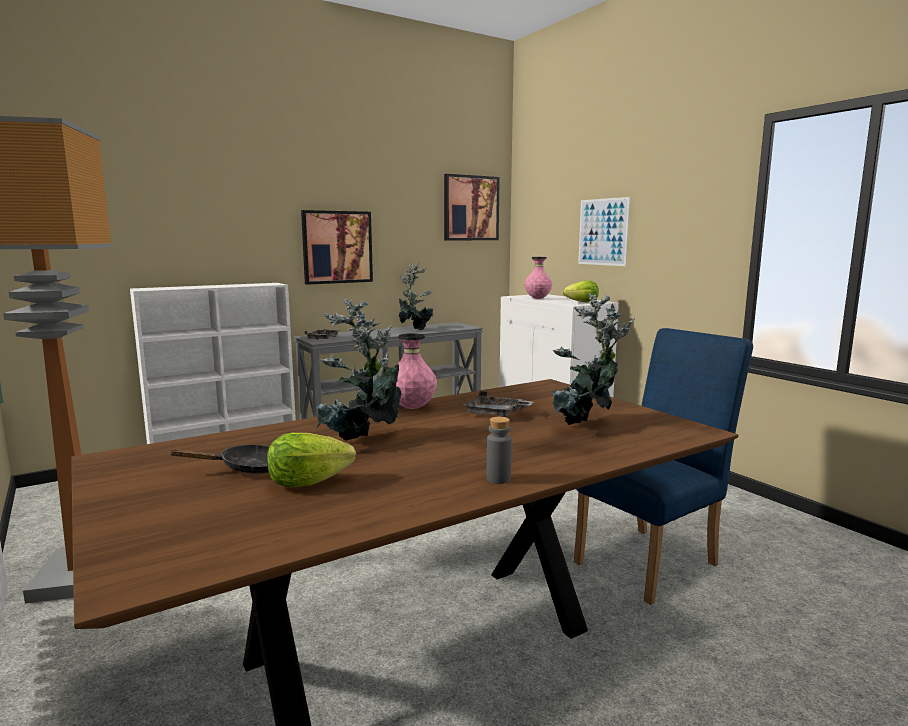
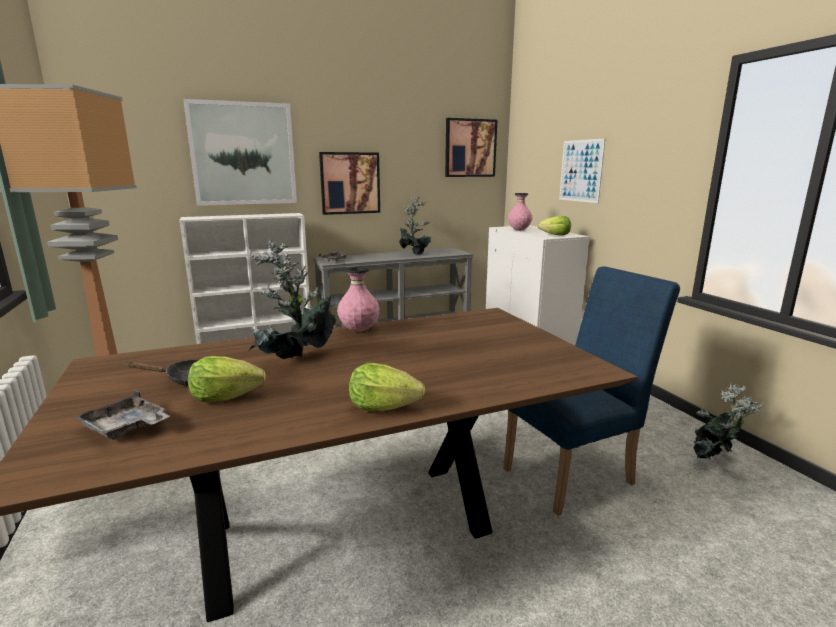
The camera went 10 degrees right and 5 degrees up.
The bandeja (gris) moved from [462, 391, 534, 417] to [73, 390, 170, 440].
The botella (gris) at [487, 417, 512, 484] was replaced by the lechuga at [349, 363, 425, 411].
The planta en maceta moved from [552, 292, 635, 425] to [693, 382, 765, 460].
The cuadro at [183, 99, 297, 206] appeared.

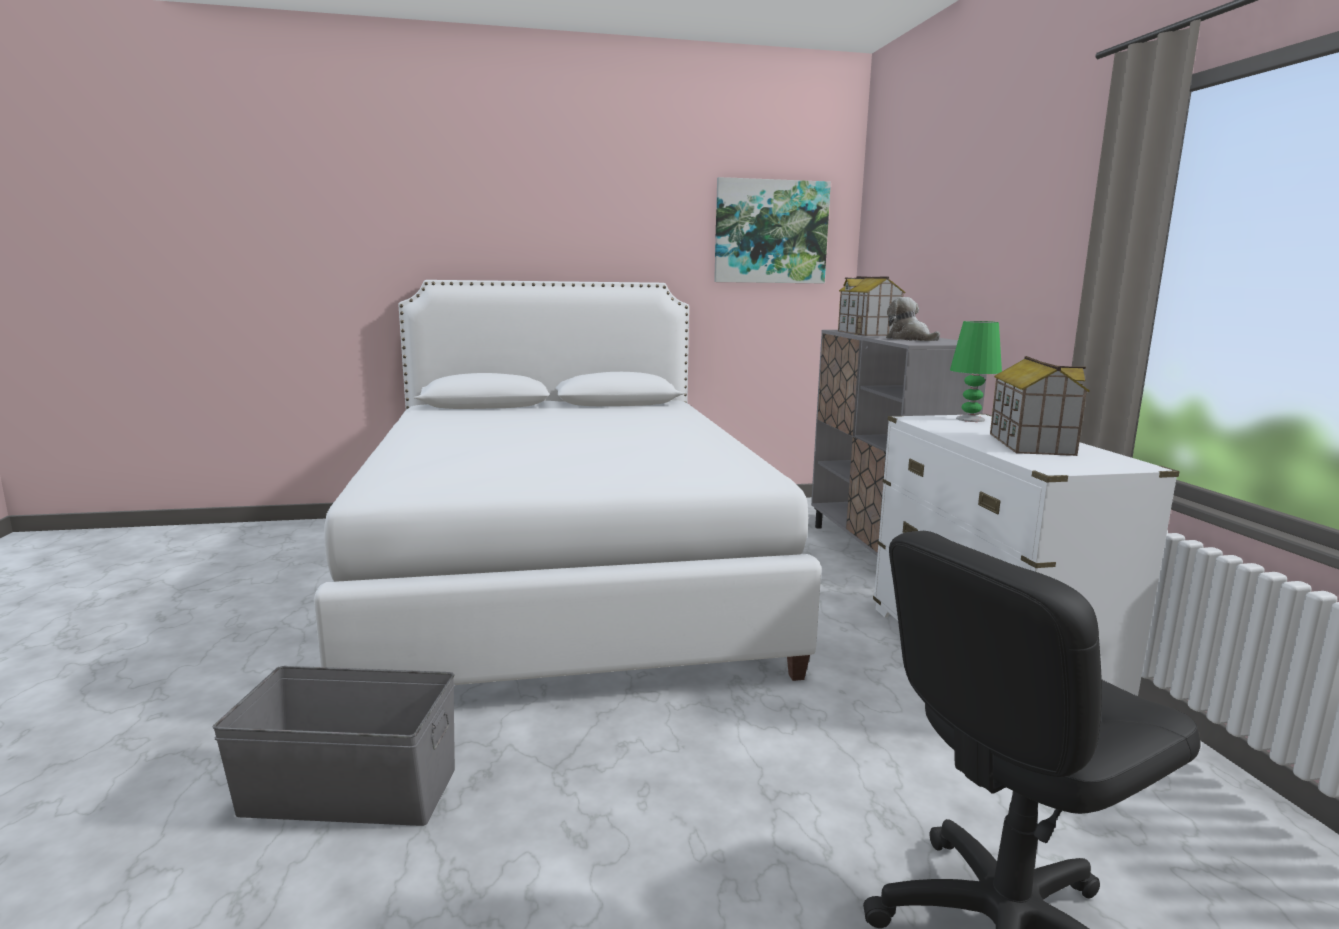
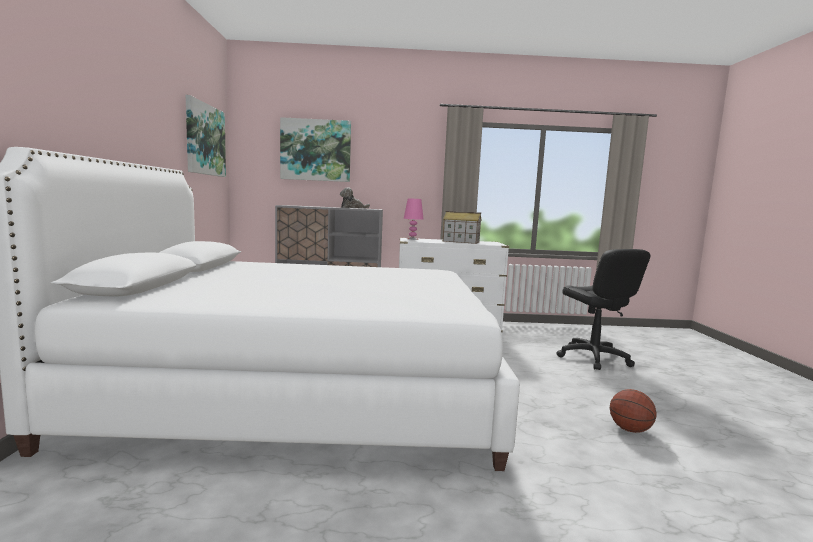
The camera went 80 degrees left and 5 degrees down.
The caja de almacenaje (gris) at [212, 666, 455, 826] disappeared.
The casita at [838, 276, 905, 336] disappeared.
The lámpara de mesa (verde) at [950, 321, 1002, 422] became the lámpara de mesa (rosa) at [404, 198, 424, 240].
The cuadro at [280, 117, 351, 182] appeared.
The balón de baloncesto at [610, 389, 657, 433] appeared.

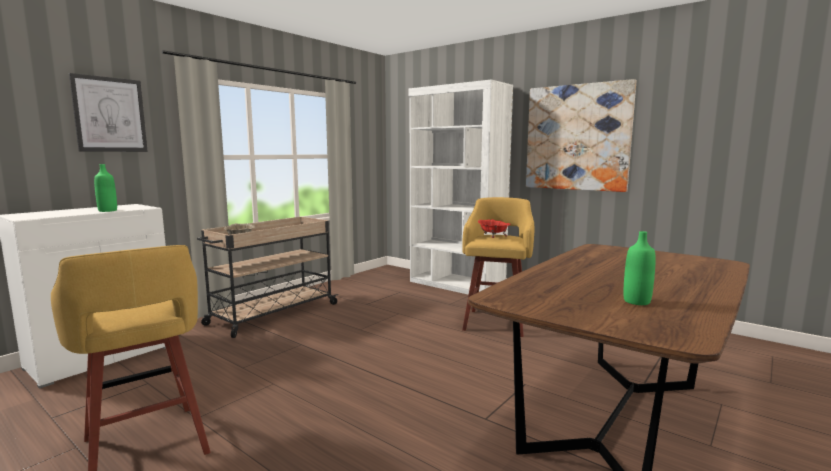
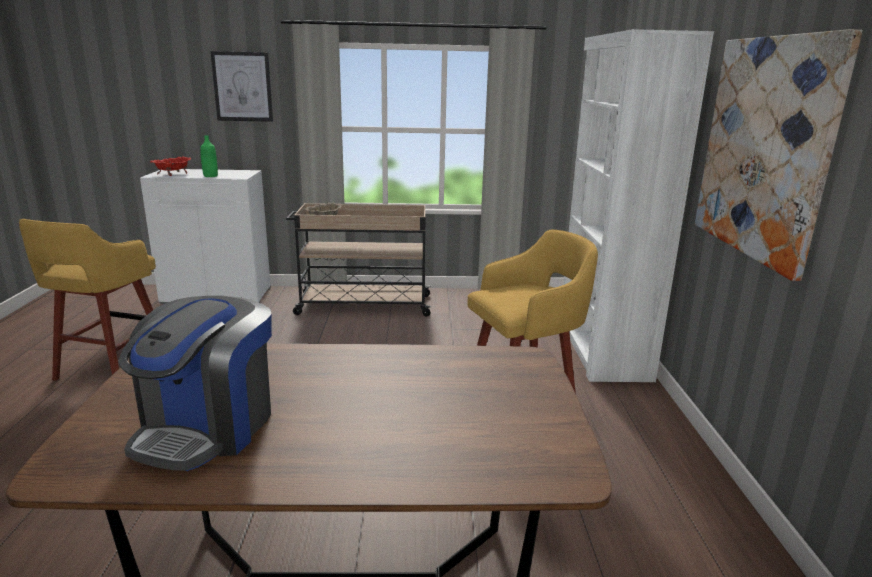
The camera went 50 degrees right and 10 degrees up.
The cuenco (rojo) moved from [478, 219, 511, 238] to [151, 156, 191, 176].
The botella (verde) at [623, 231, 656, 305] was replaced by the cafetera at [118, 296, 272, 471].

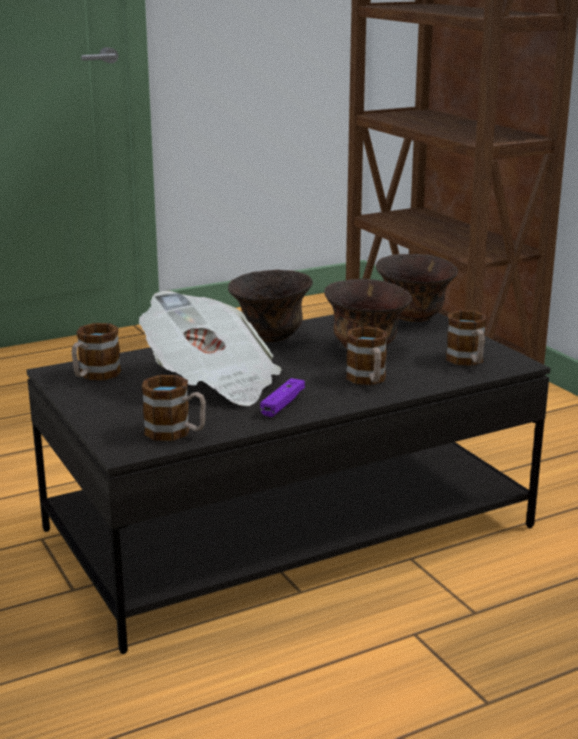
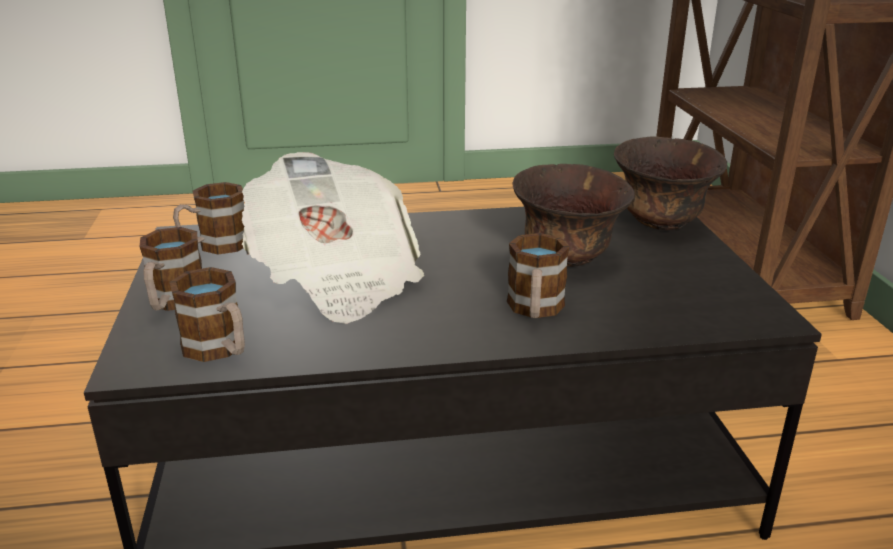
The camera went 20 degrees right and 5 degrees up.
The cuenco (marrón) at [228, 269, 313, 342] disappeared.
The mando de consola (morado) at [260, 378, 305, 417] disappeared.
The taza grande moved from [446, 310, 487, 366] to [139, 227, 202, 311].

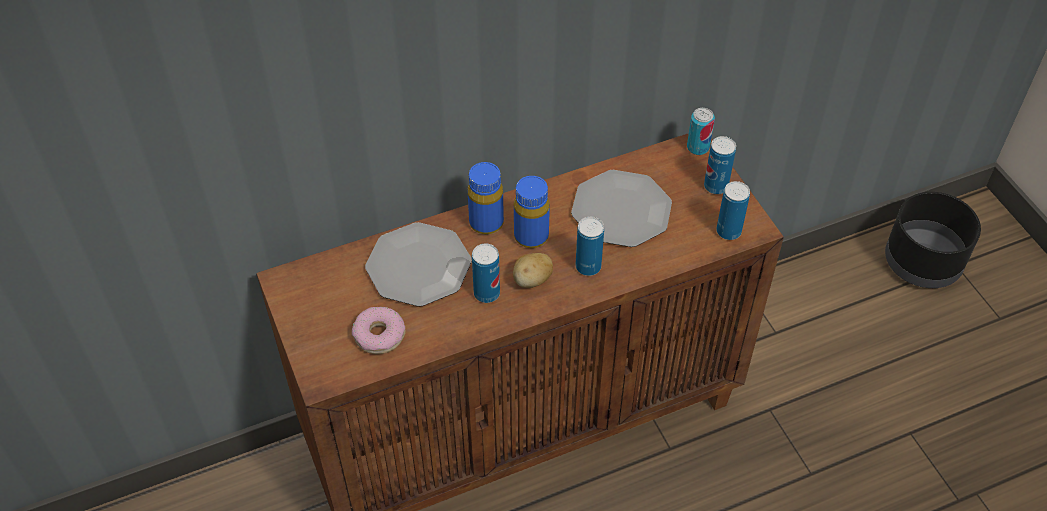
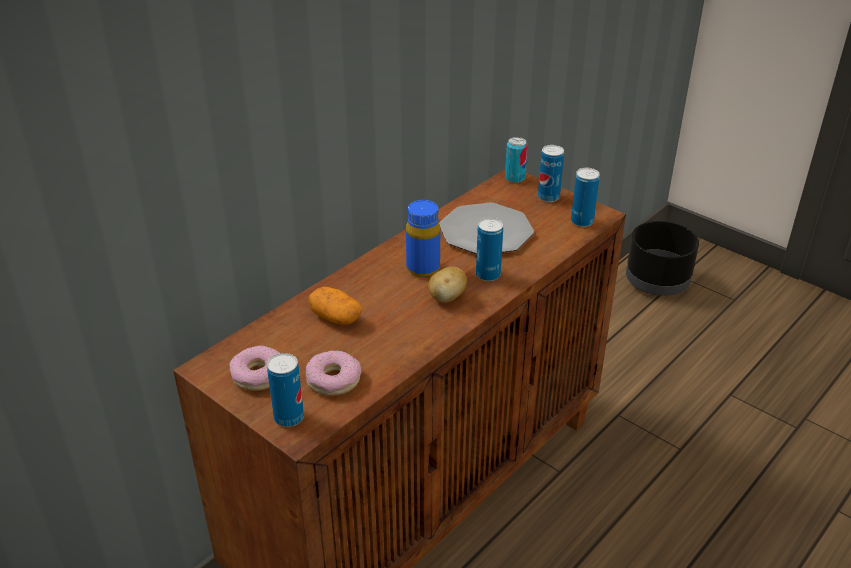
The camera went 25 degrees left and 15 degrees down.
The plato at [365, 222, 472, 307] was replaced by the patata at [308, 287, 362, 325].
The botella (azul) at [468, 162, 504, 234] disappeared.
The lata moved from [472, 243, 500, 303] to [267, 353, 304, 427].
The rosquilla at [230, 346, 279, 391] appeared.

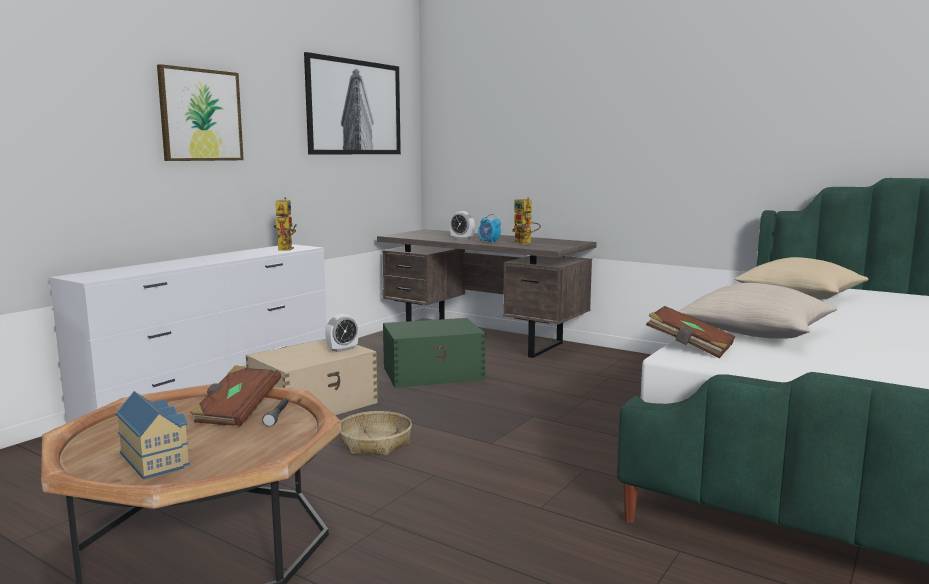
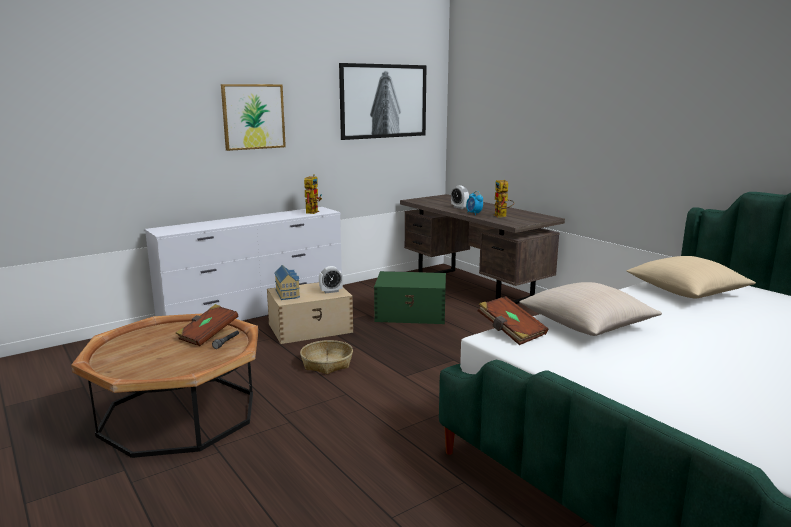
The camera went 20 degrees right and 5 degrees up.
The casita moved from [115, 391, 190, 480] to [274, 265, 300, 300].

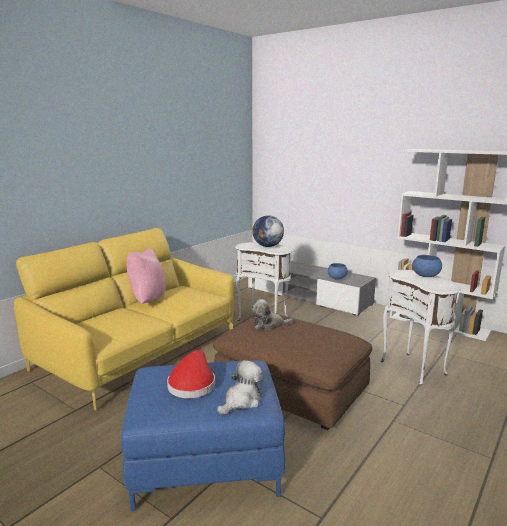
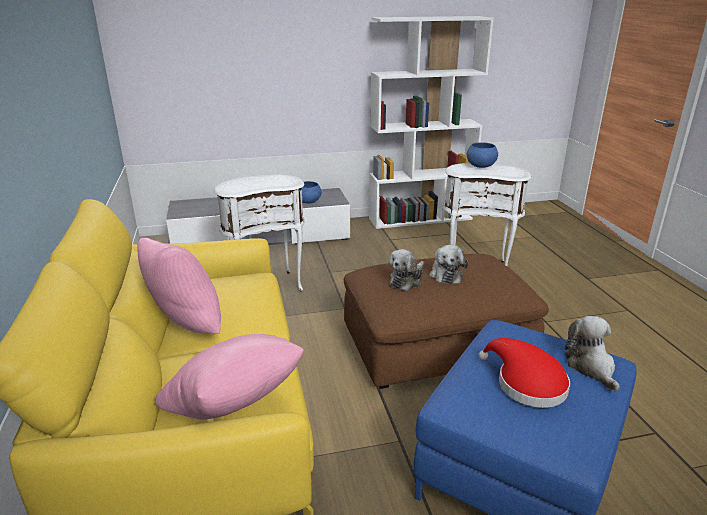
The camera went 50 degrees left and 10 degrees up.
The globo terráqueo at [252, 215, 284, 247] disappeared.
The cojín (rosa) at [155, 334, 304, 419] appeared.
The peluche at [429, 245, 468, 284] appeared.

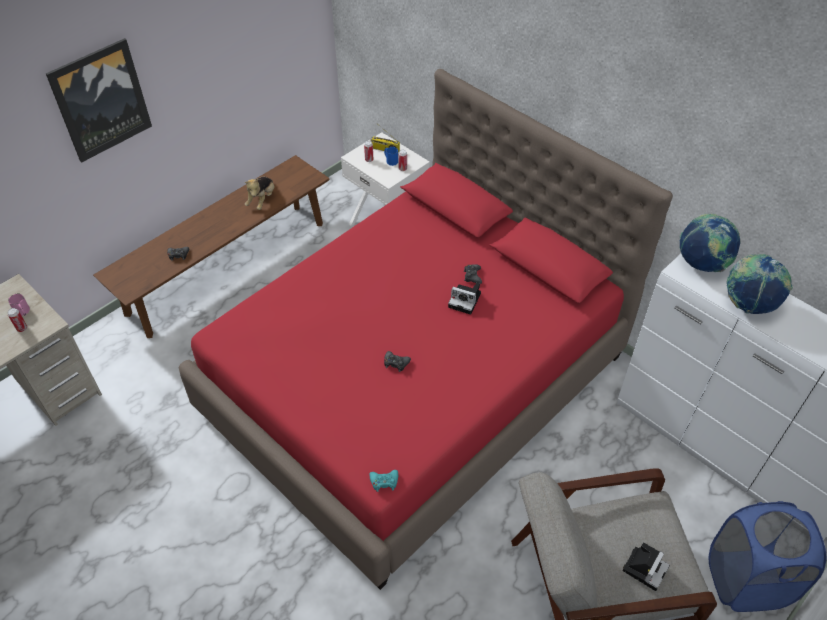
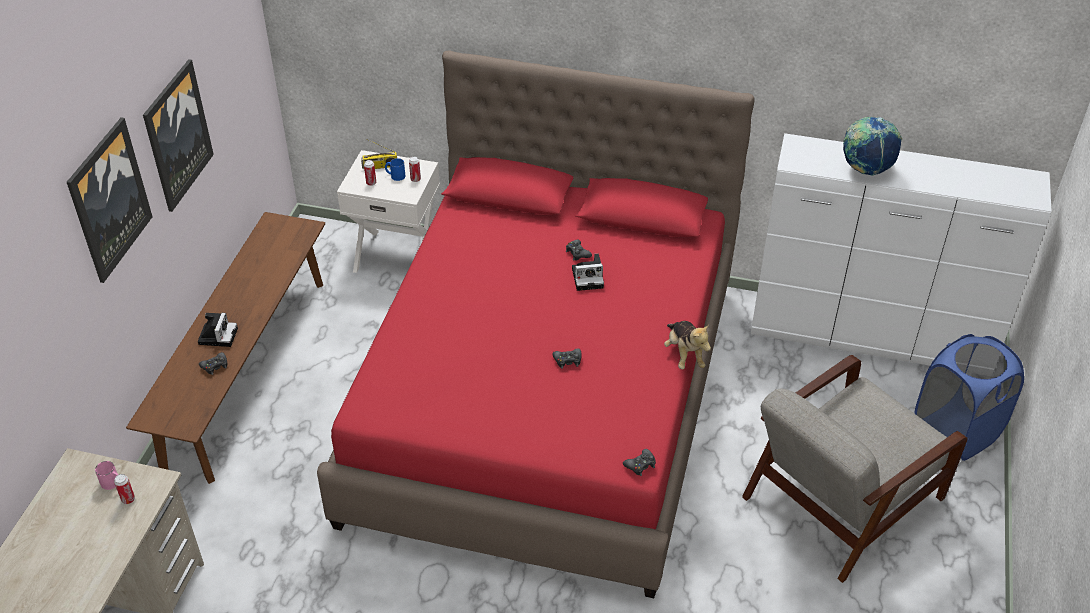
The camera went 30 degrees left and 5 degrees down.
The peluche moved from [245, 177, 275, 210] to [664, 321, 711, 369].
The mando de consola (turquesa) at [369, 470, 398, 492] became the mando de consola (negro) at [623, 449, 656, 476].
The cámara moved from [623, 542, 670, 591] to [198, 313, 238, 347].
The globo terráqueo at [679, 214, 741, 272] disappeared.
The cuadro at [143, 59, 214, 212] appeared.

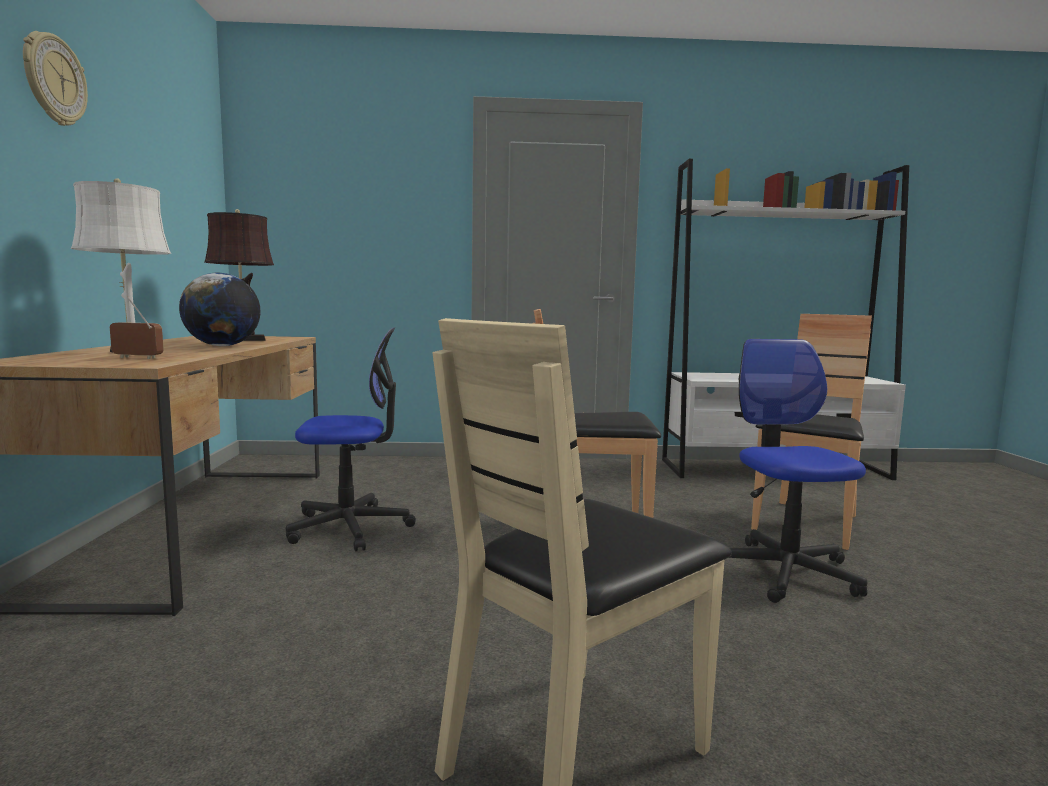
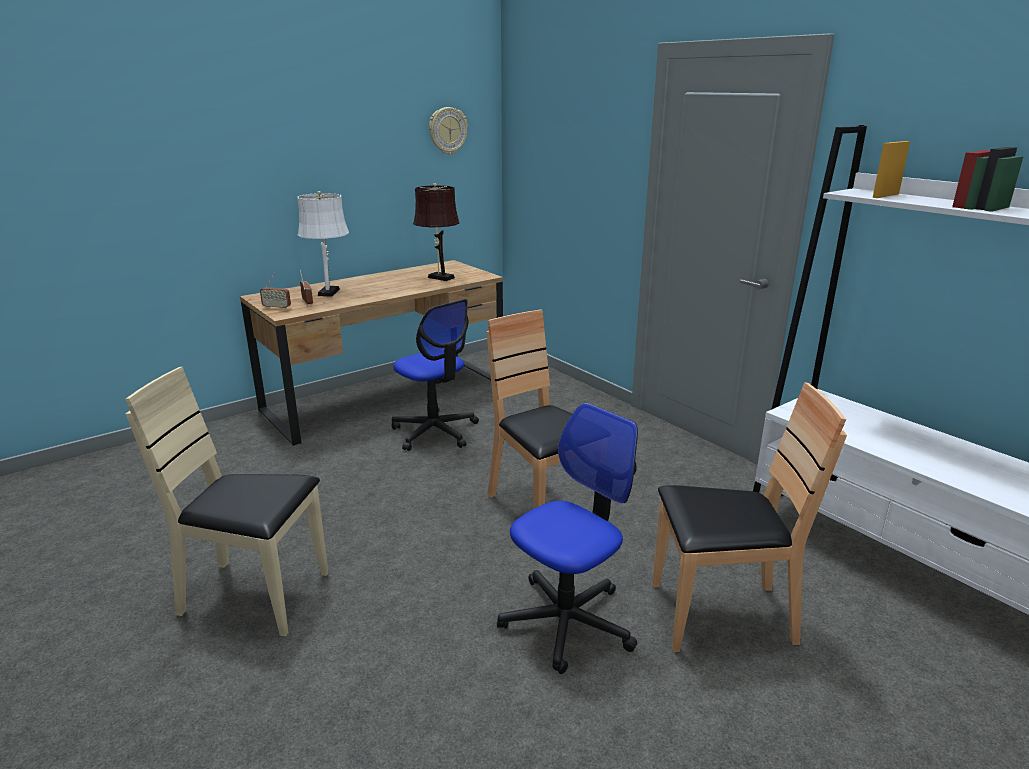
The camera went 55 degrees right and 15 degrees up.
The reloj de pared moved from [23, 31, 88, 126] to [429, 107, 468, 155].
The globo terráqueo at [179, 273, 260, 346] disappeared.
The radio at [260, 273, 291, 310] appeared.

